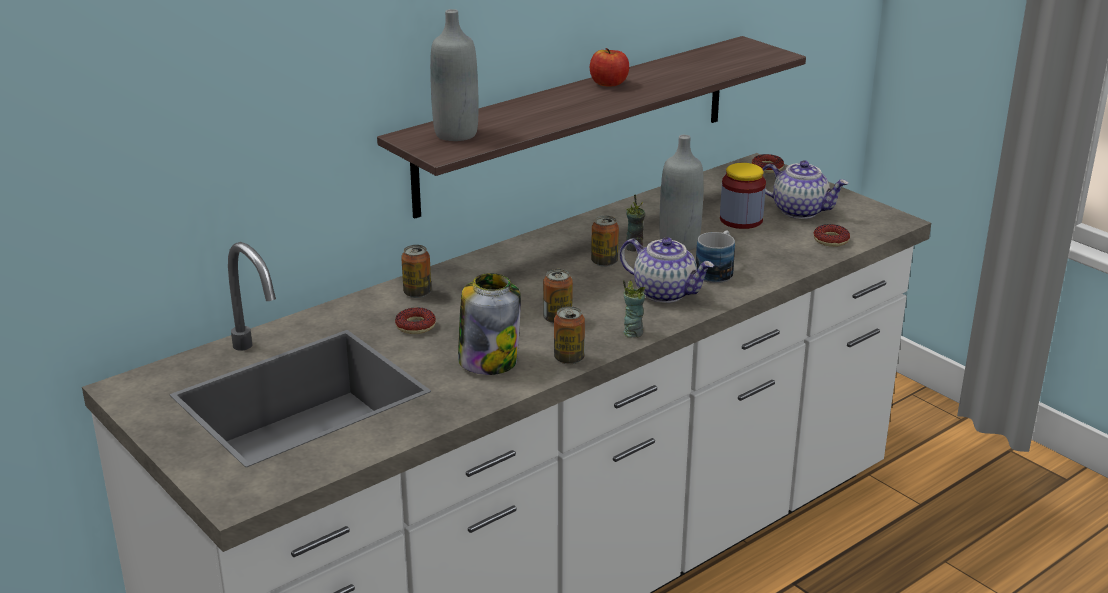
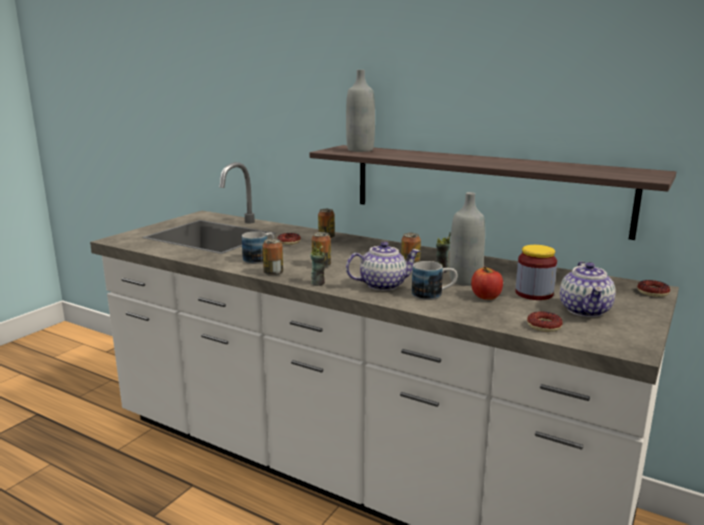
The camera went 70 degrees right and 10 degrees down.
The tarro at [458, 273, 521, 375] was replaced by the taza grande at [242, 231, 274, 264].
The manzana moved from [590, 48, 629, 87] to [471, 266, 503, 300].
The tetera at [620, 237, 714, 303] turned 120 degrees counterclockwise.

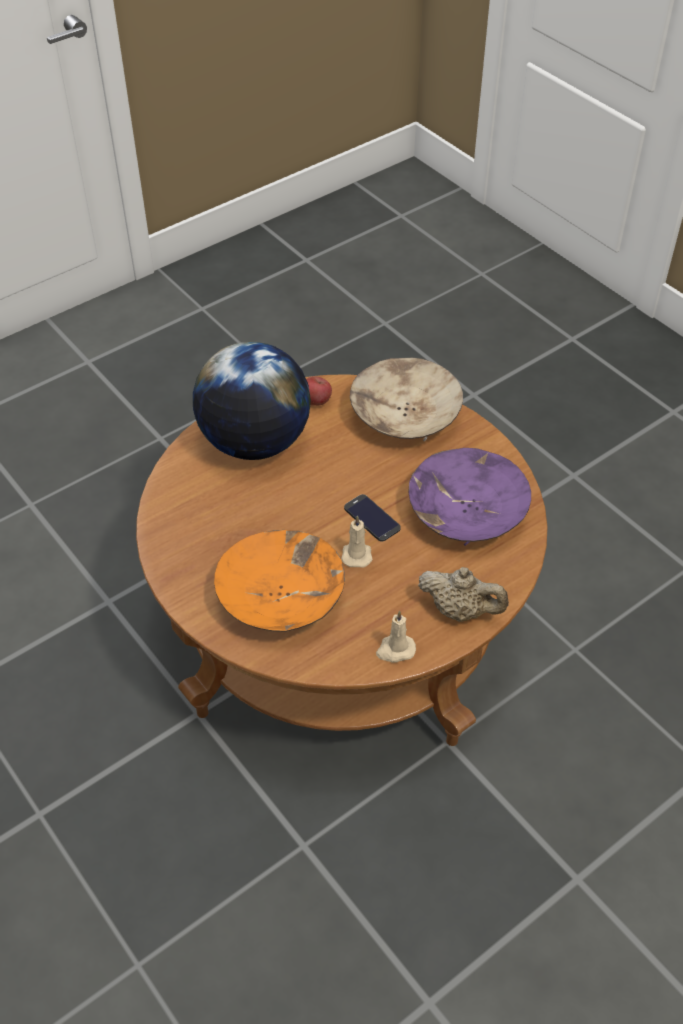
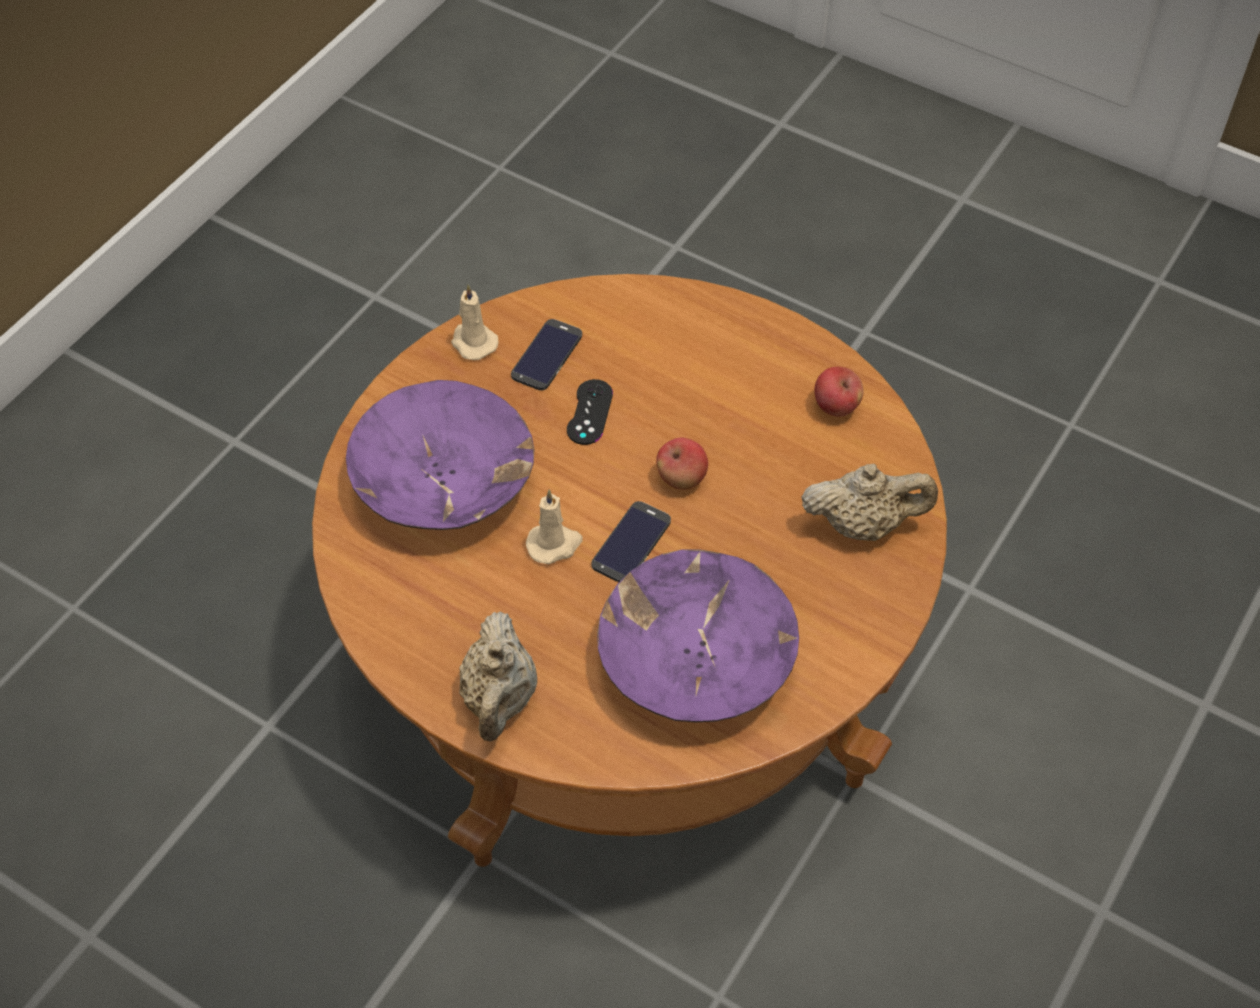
The camera went 70 degrees right and 5 degrees up.
The globo terráqueo at [193, 342, 311, 460] disappeared.
The cuenco (naranja) at [214, 530, 345, 632] became the cuenco (morado) at [346, 380, 534, 530].
The cuenco (beis) at [350, 358, 463, 442] was replaced by the tetera (beis) at [801, 464, 938, 541].
The vela (beis) moved from [376, 611, 416, 663] to [451, 284, 499, 360].
The móvil at [511, 319, 582, 390] appeared.
The mando de consola (negro) at [567, 379, 613, 445] appeared.
The manzana at [656, 438, 708, 490] appeared.

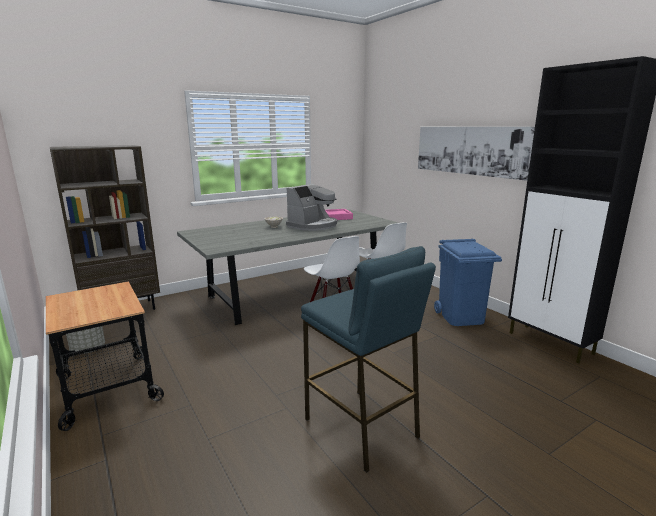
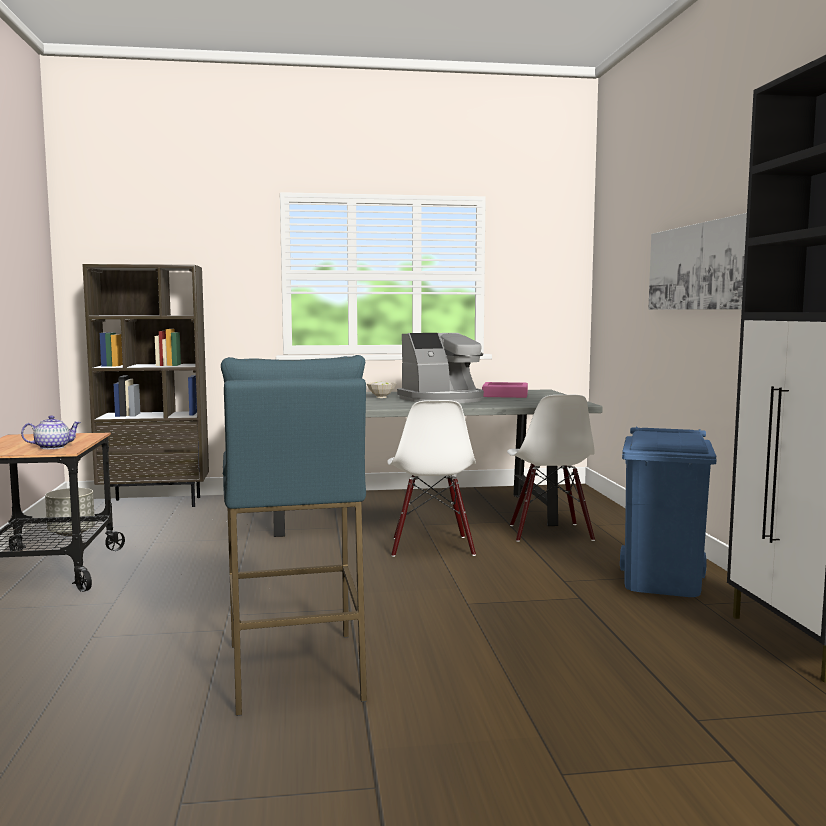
The camera went 25 degrees right and 10 degrees down.
The tetera at [21, 415, 81, 449] appeared.

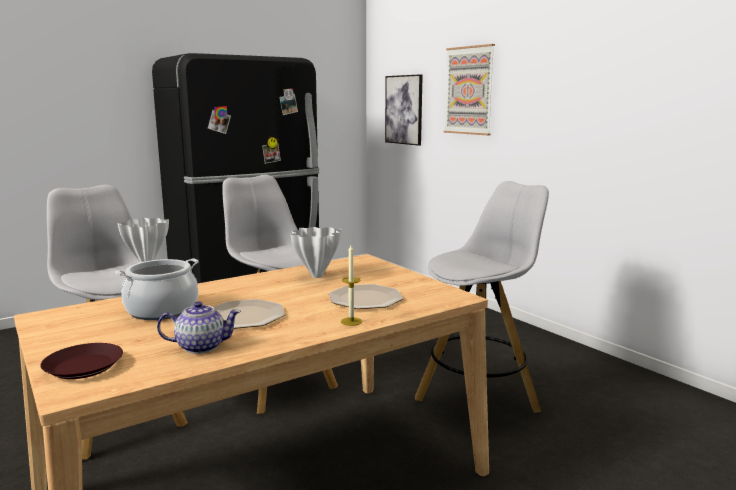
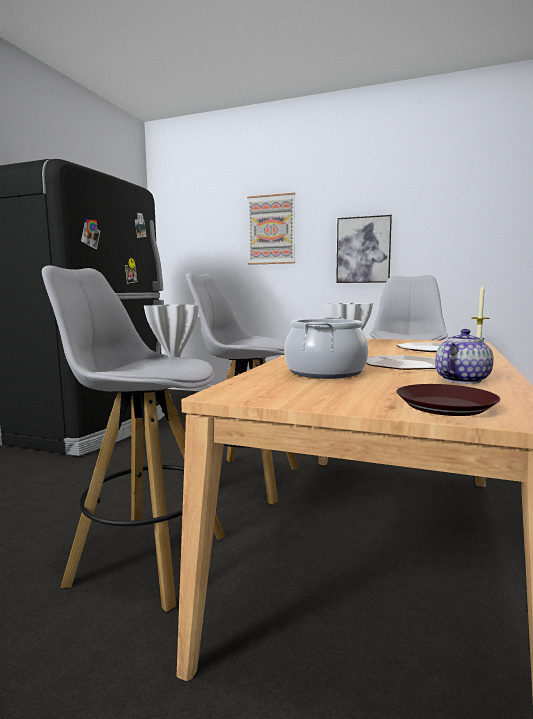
The camera went 35 degrees left and 5 degrees down.
The cuadro moved from [385, 74, 423, 146] to [336, 215, 392, 283].

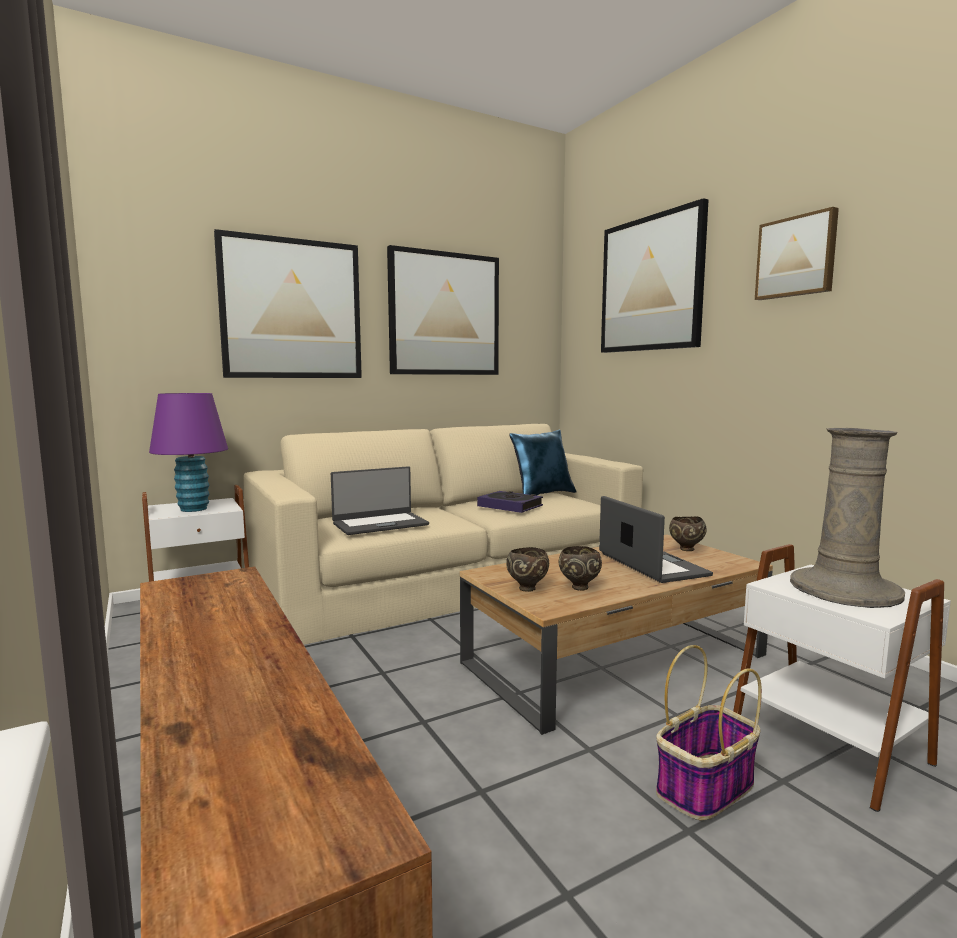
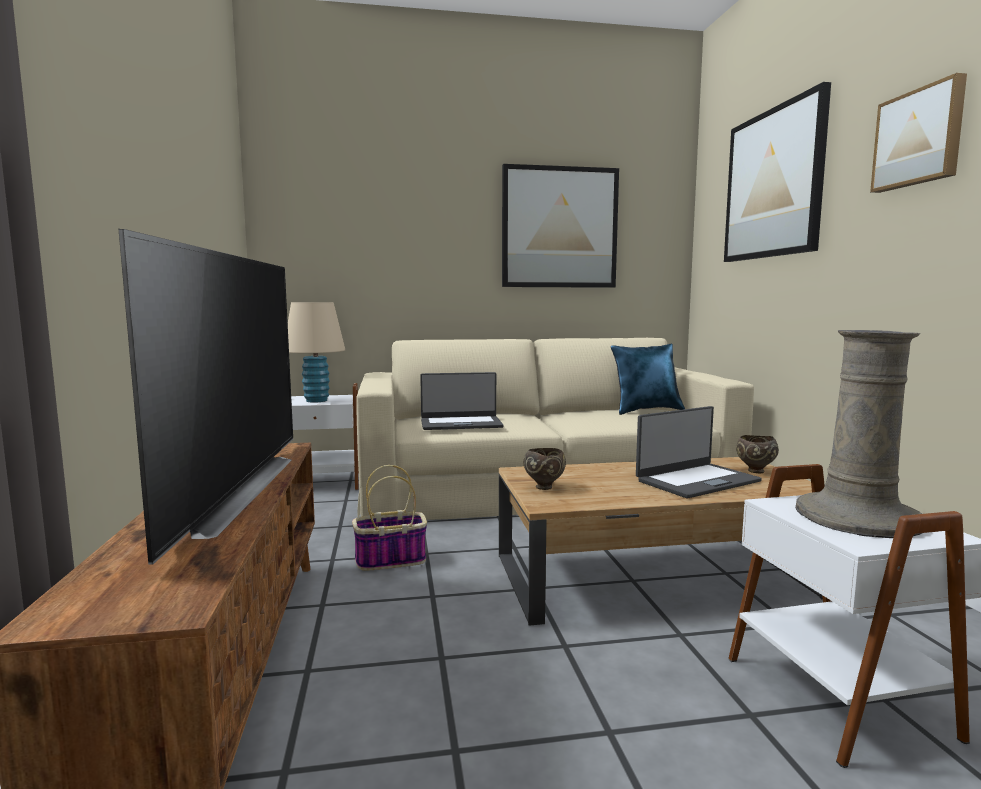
The camera went 20 degrees right and 0 degrees up.
The lámpara de mesa (morado) at [149, 393, 228, 512] became the lámpara de mesa (beis) at [288, 302, 345, 403].
The cuadro at [214, 229, 362, 378] disappeared.
The libro at [477, 491, 543, 513] disappeared.
The cuenco (marrón) at [559, 546, 602, 591] disappeared.
The portátil at [599, 496, 713, 583] turned 60 degrees clockwise.
The cesta moved from [656, 645, 762, 820] to [352, 465, 427, 571].
The televisor at [119, 229, 293, 565] appeared.

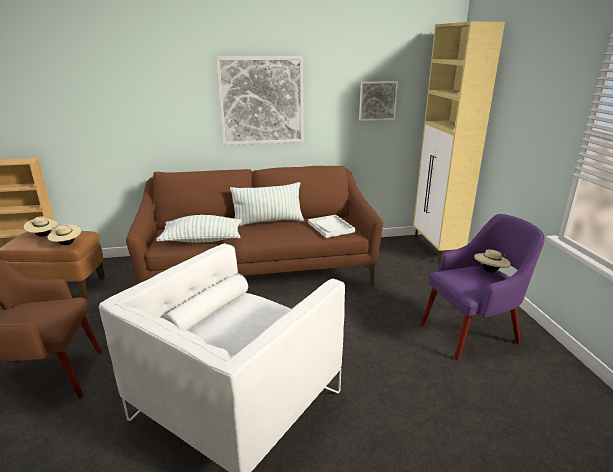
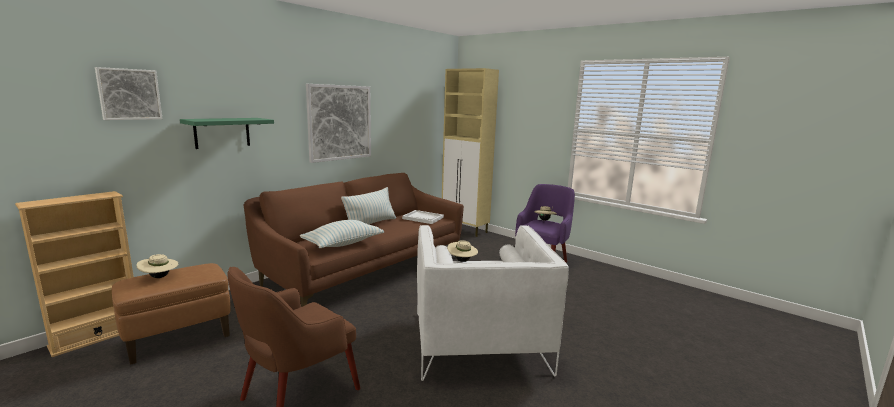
The camera went 40 degrees left and 10 degrees down.
The sombrero (beis) moved from [47, 224, 81, 245] to [447, 240, 478, 262].
The cuadro moved from [359, 81, 398, 121] to [95, 67, 163, 120].
The estante (verde) at [180, 118, 274, 149] appeared.

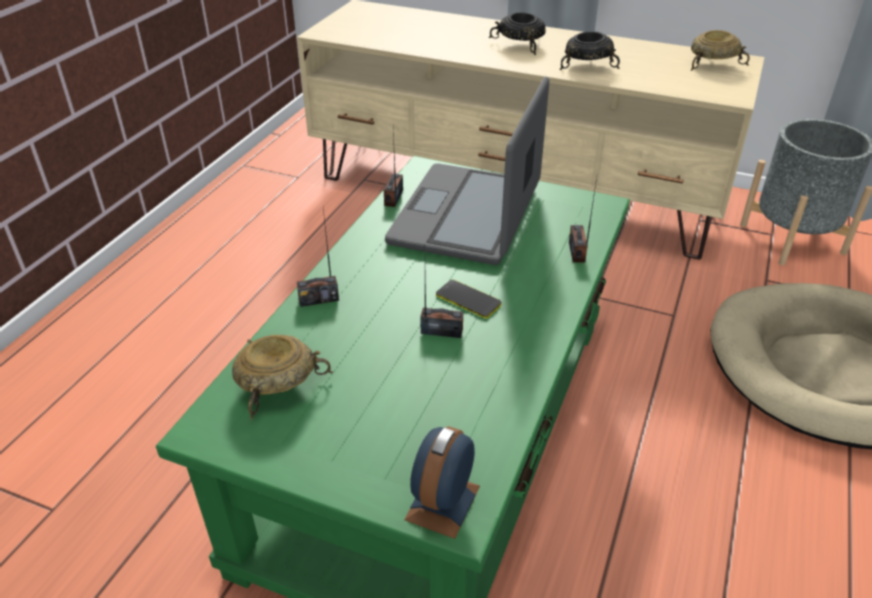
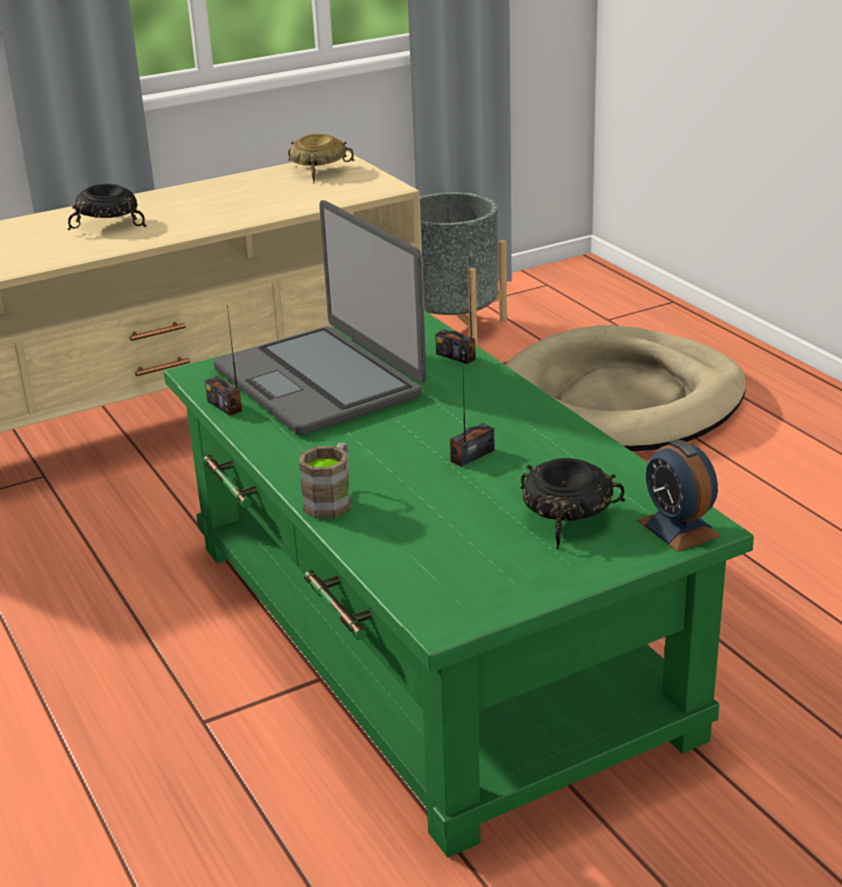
The camera went 50 degrees left and 10 degrees down.
The cuenco (beis) at [232, 335, 333, 420] disappeared.
The radio at [296, 209, 339, 307] was replaced by the taza grande (marrón) at [299, 442, 351, 519].
The móvil at [436, 280, 502, 319] disappeared.
The cuenco (negro) moved from [560, 31, 620, 70] to [520, 458, 625, 550].

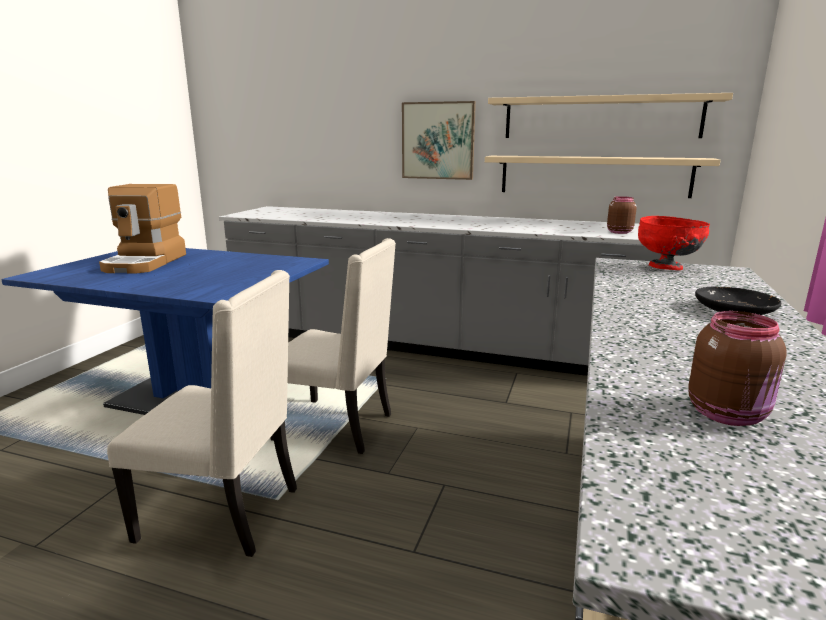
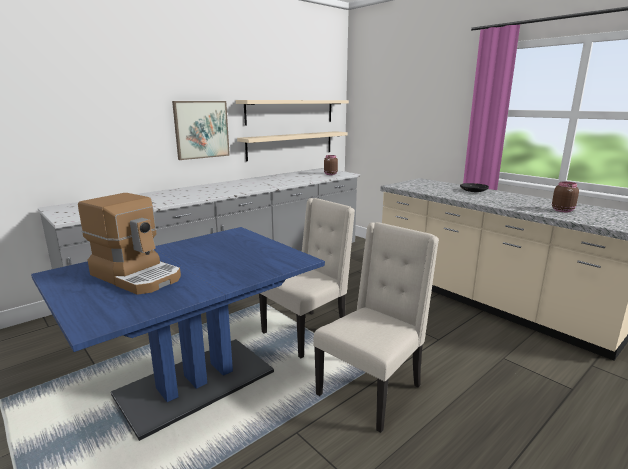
The camera went 60 degrees left and 0 degrees up.
The cuenco (rojo) at [638, 216, 710, 270] disappeared.

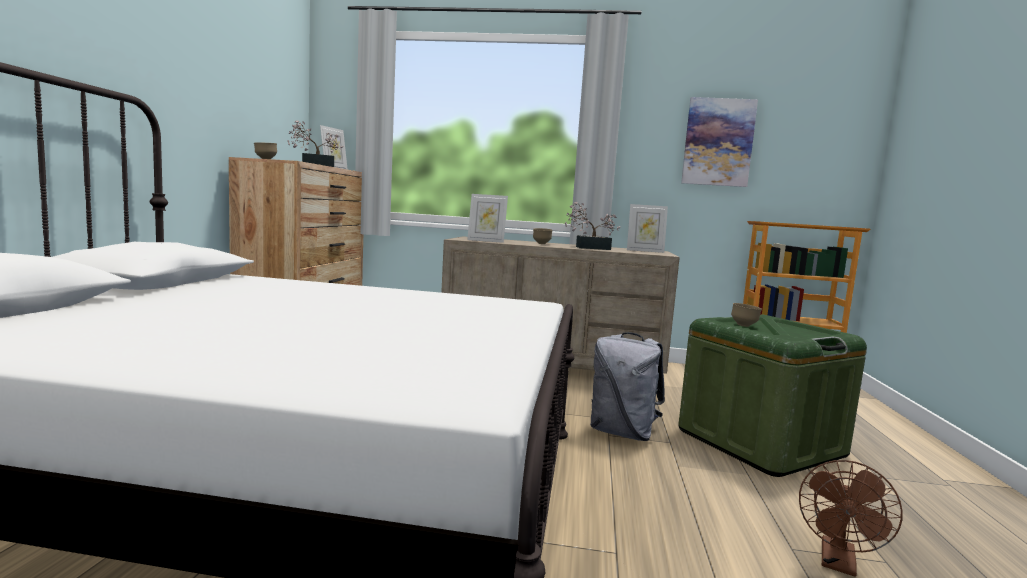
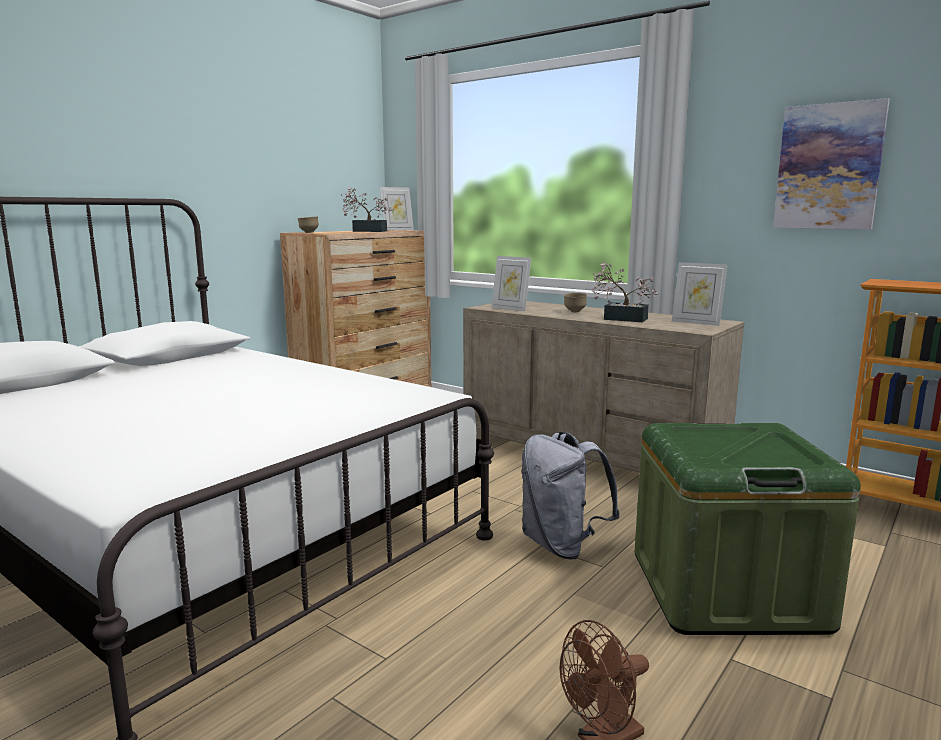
The camera went 30 degrees right and 5 degrees up.
The cuenco (marrón) at [731, 303, 762, 327] disappeared.

